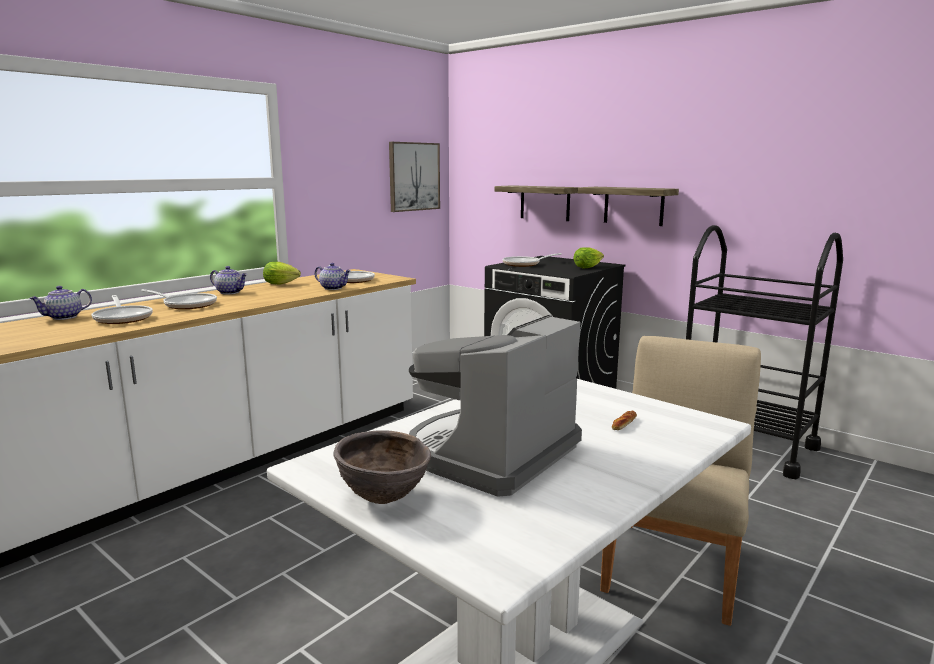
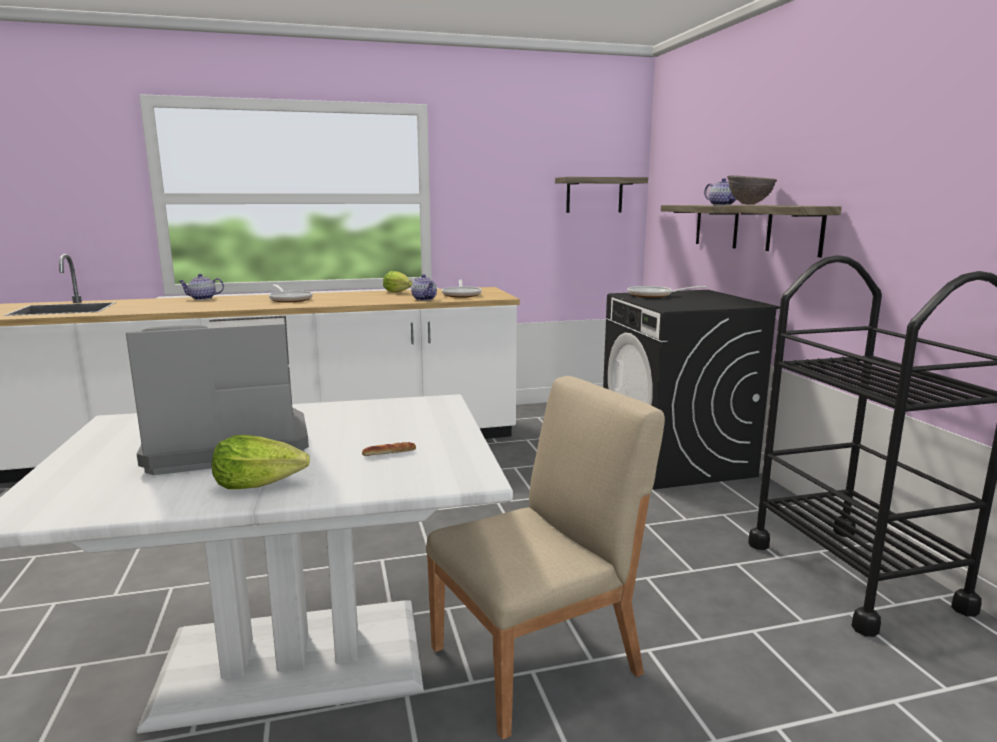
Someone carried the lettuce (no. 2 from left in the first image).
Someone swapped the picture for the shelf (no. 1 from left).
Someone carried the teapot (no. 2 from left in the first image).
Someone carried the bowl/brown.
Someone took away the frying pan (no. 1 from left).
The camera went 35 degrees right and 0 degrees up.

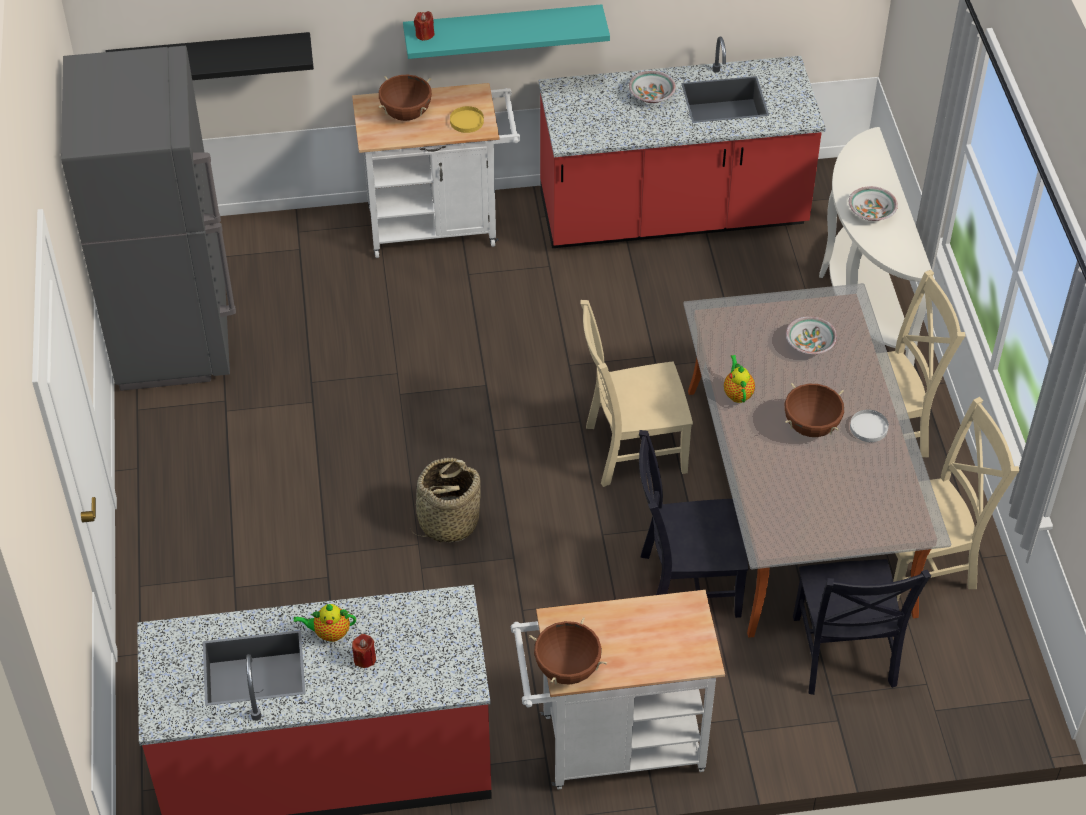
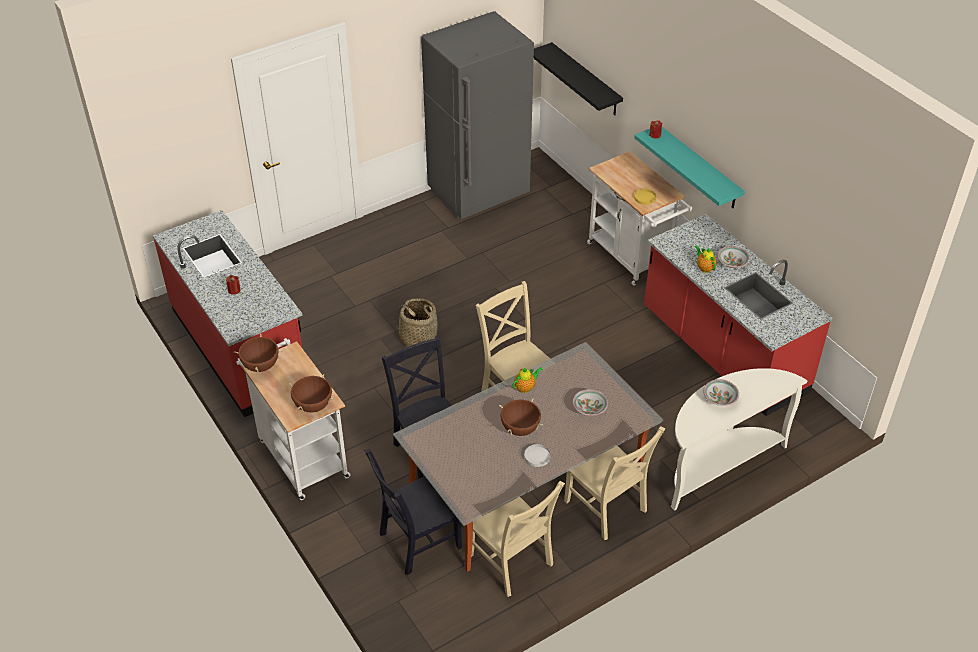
Someone carried the cooking pot/brown (no. 1 from left in the first image).
Someone carried the teapot (no. 1 from left in the first image).
The camera went 65 degrees right and 5 degrees down.

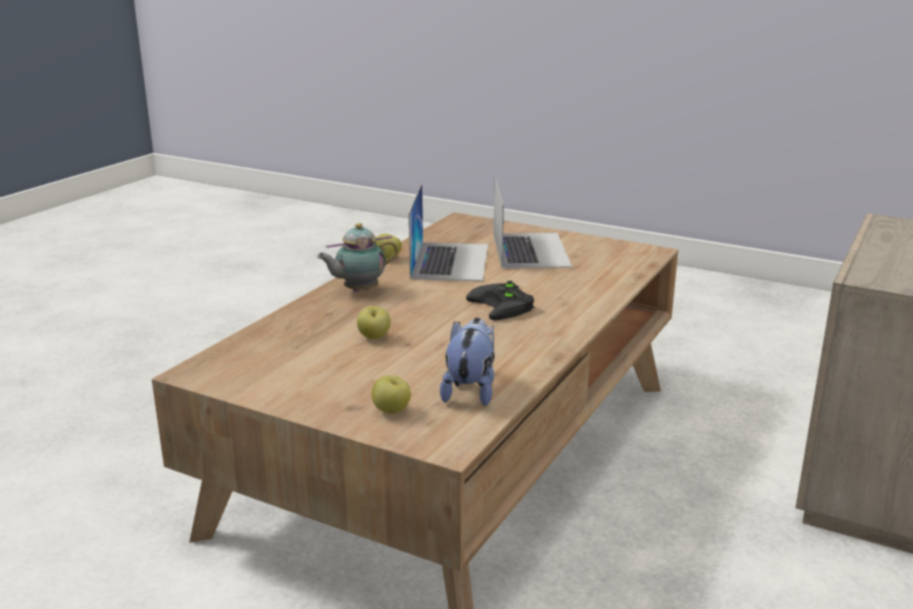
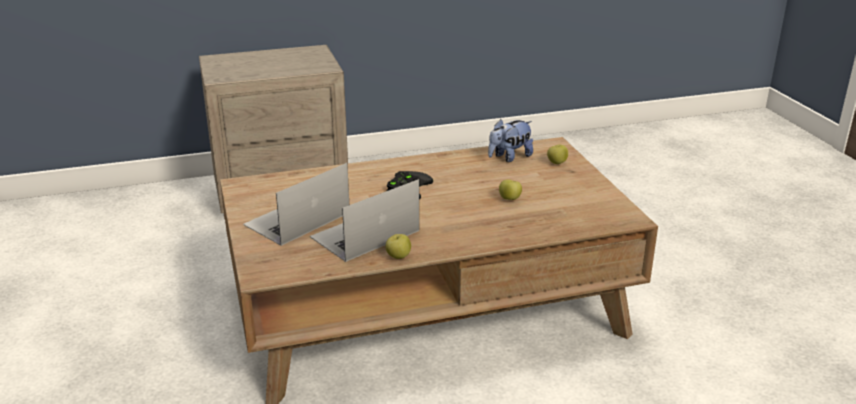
Someone took away the teapot.
The camera went 135 degrees left and 5 degrees up.

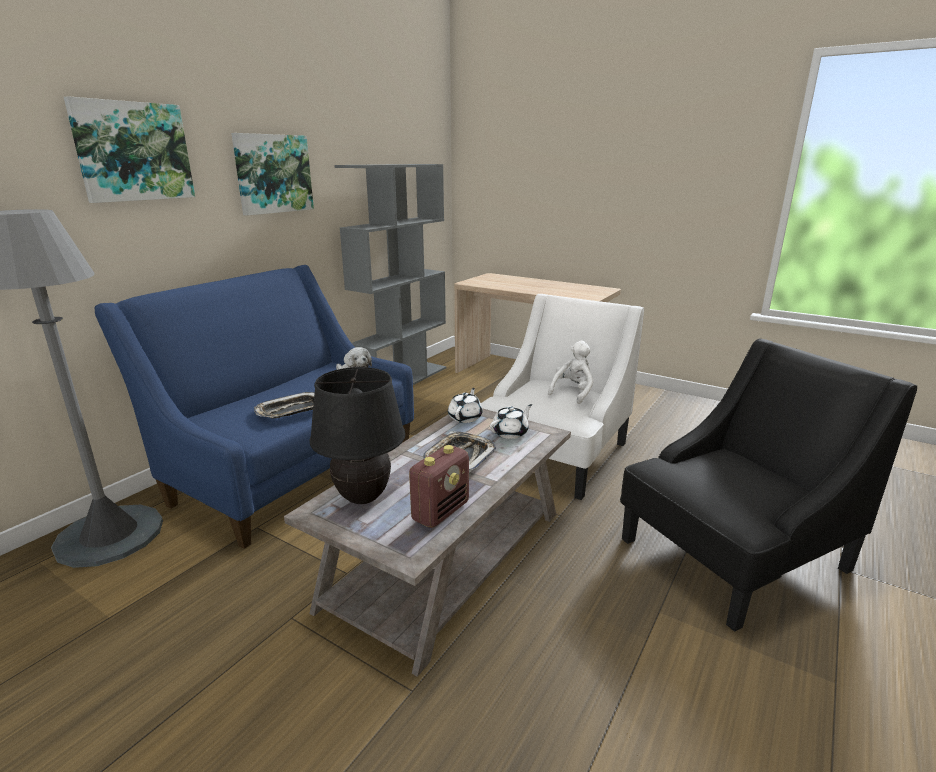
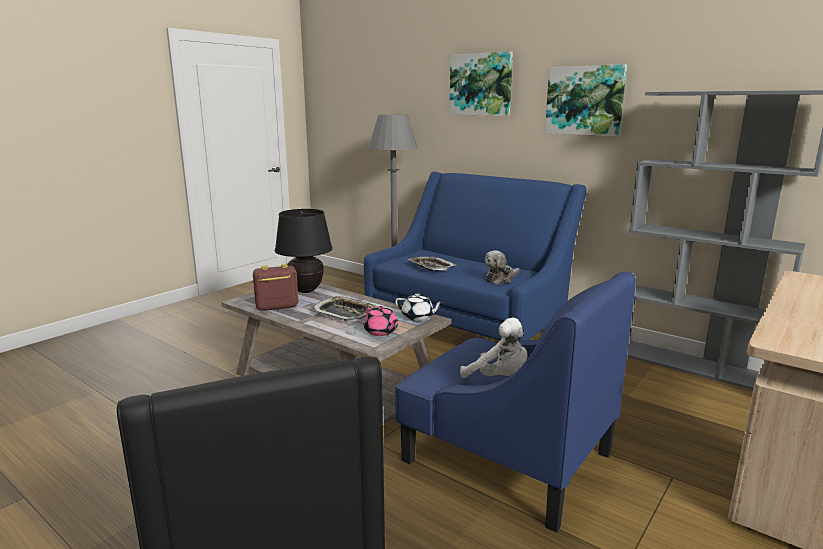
Someone rotated the radio by 120 degrees clockwise.
Someone repainted the teapot/white (no. 2 from left), which became the teapot/pink.
Someone repainted the armchair/white, which became the armchair/blue.
The camera went 95 degrees right and 5 degrees down.

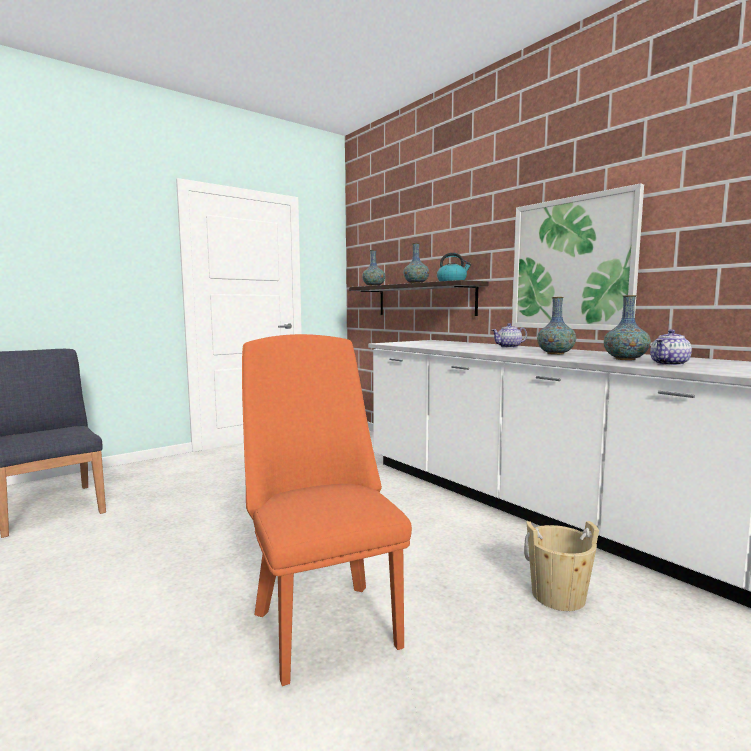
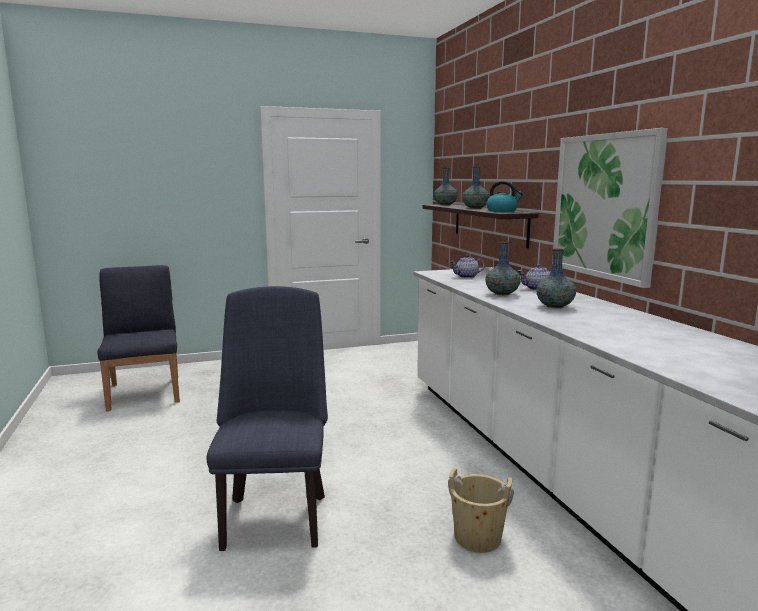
Someone repainted the chair/orange, which became the chair/blue (no. 2 from left).
Someone carried the teapot (no. 2 from left in the first image).
Someone carried the vase (no. 4 from left in the first image).
The camera went 20 degrees right and 5 degrees up.

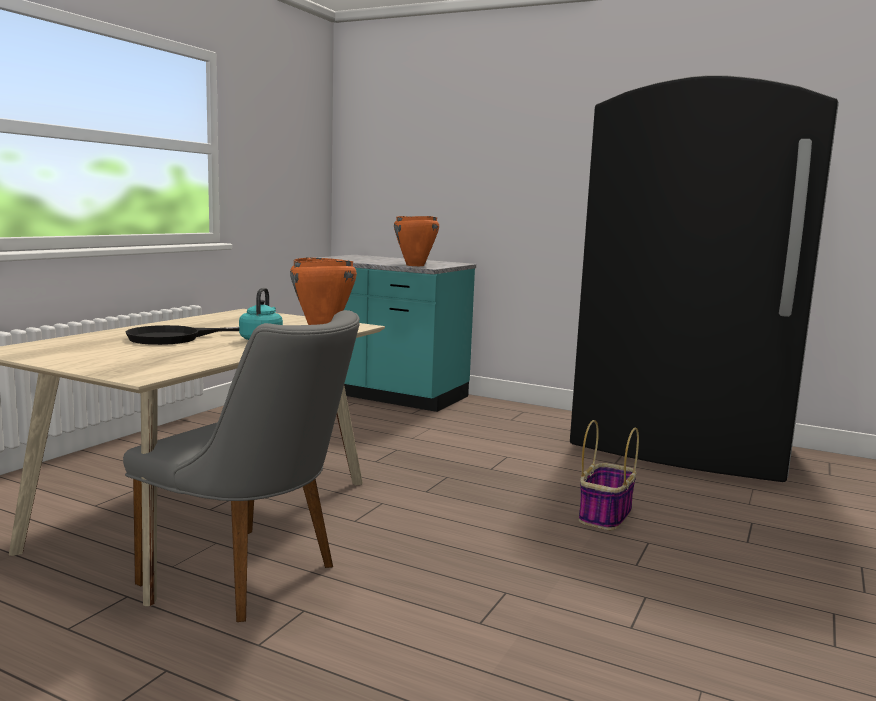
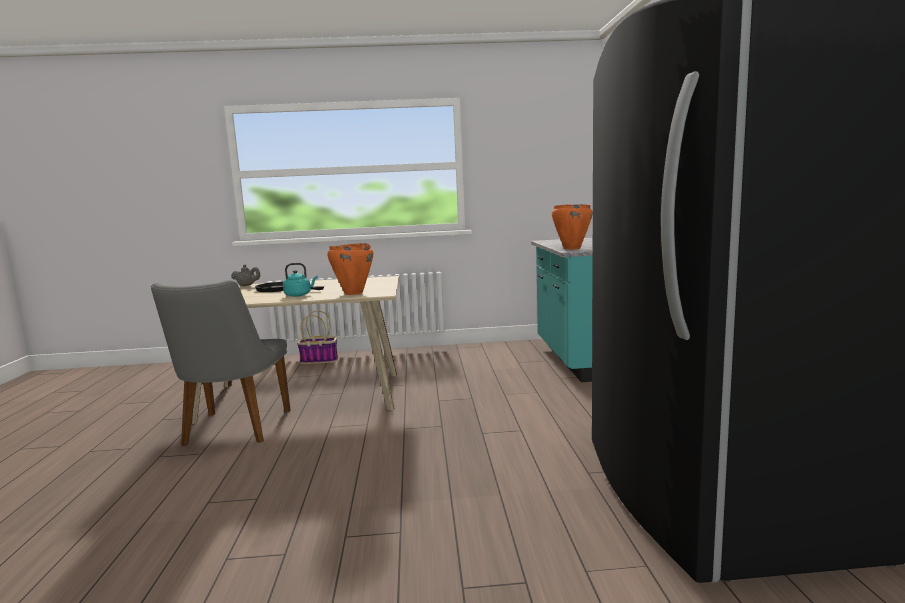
Someone put down the teapot/grey.
Someone carried the basket.
The camera went 60 degrees right and 0 degrees up.

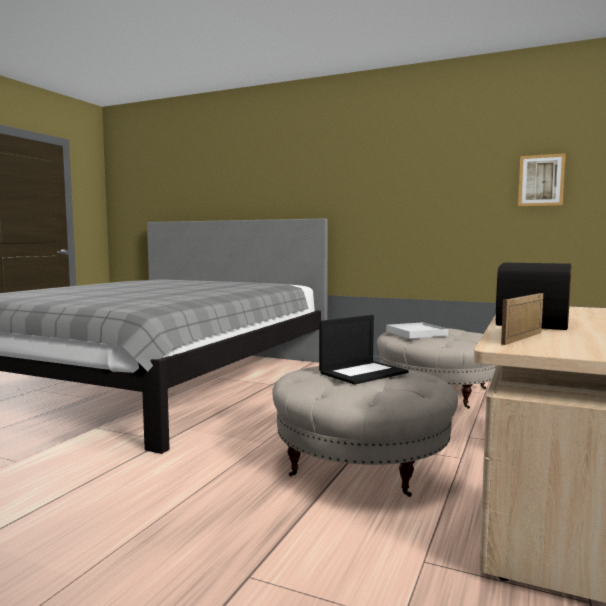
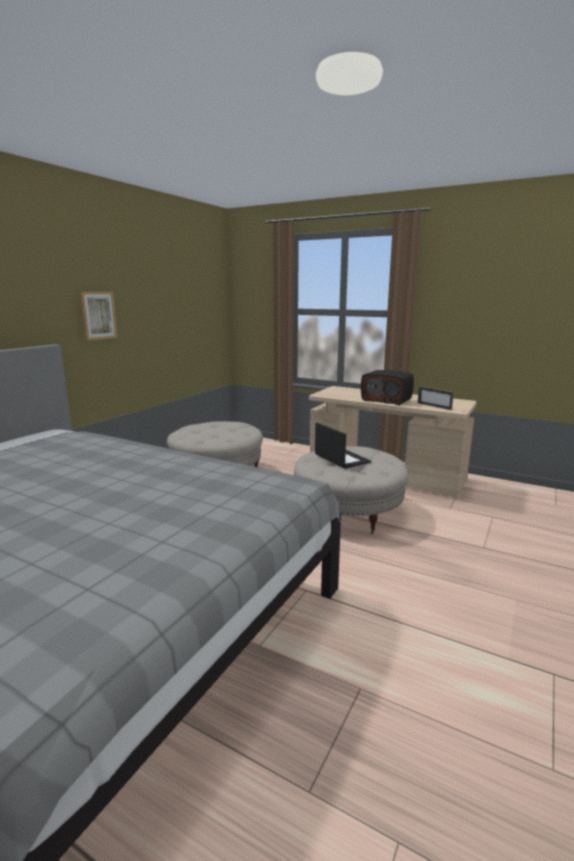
Someone carried the picture.
Someone took away the tray/white.
The camera went 85 degrees left and 10 degrees up.

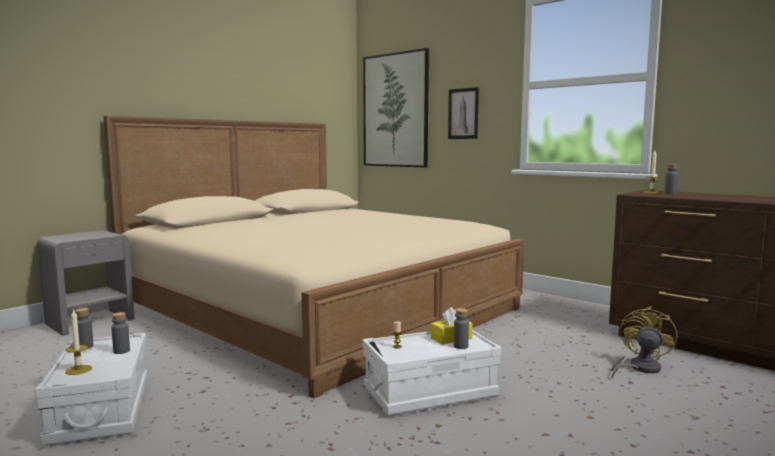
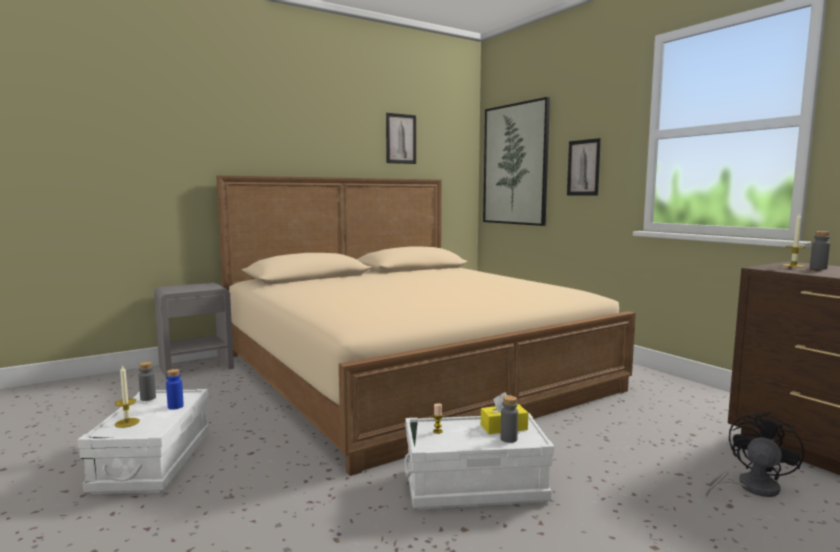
Someone repainted the bottle/grey (no. 2 from left), which became the bottle/blue.
Someone put up the picture (no. 1 from left).
Someone repainted the fan/yellow, which became the fan/black.
The camera went 15 degrees right and 0 degrees up.

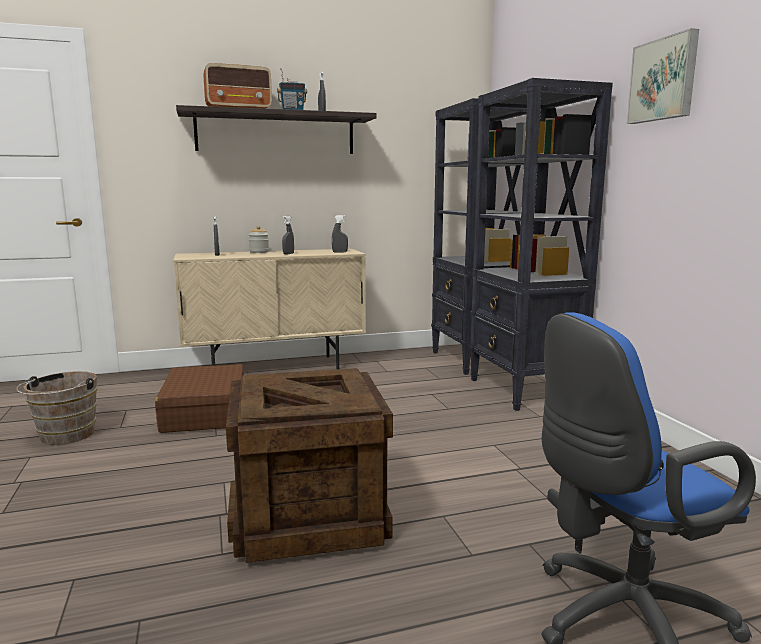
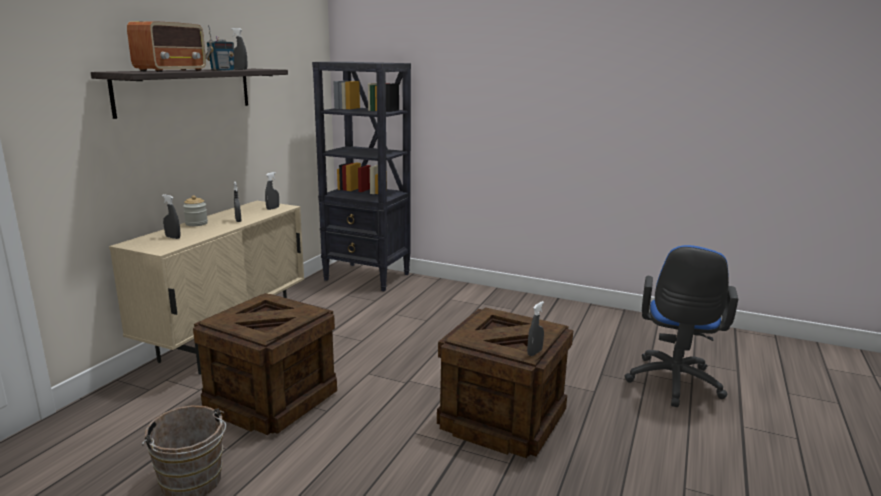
Someone swapped the suitcase/brown for the crate (no. 1 from left).
Someone put down the spray bottle/grey (no. 5 from left).
Someone took away the bookcase/black (no. 2 from left).
Someone took away the picture.
The camera went 50 degrees left and 5 degrees up.

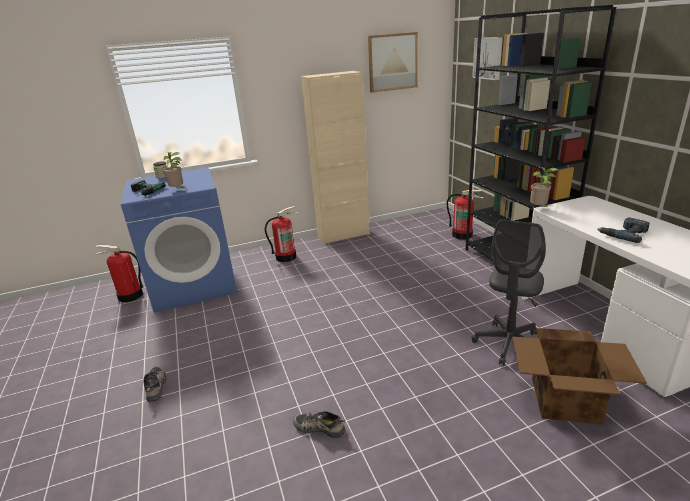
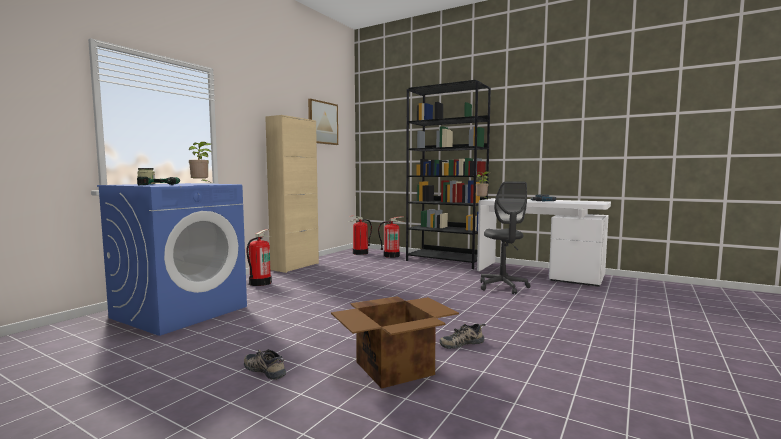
Someone carried the cardboard box.
Someone carried the fire extinguisher (no. 1 from left in the first image).
Someone took away the picture (no. 2 from left).
The camera went 40 degrees left and 20 degrees down.

